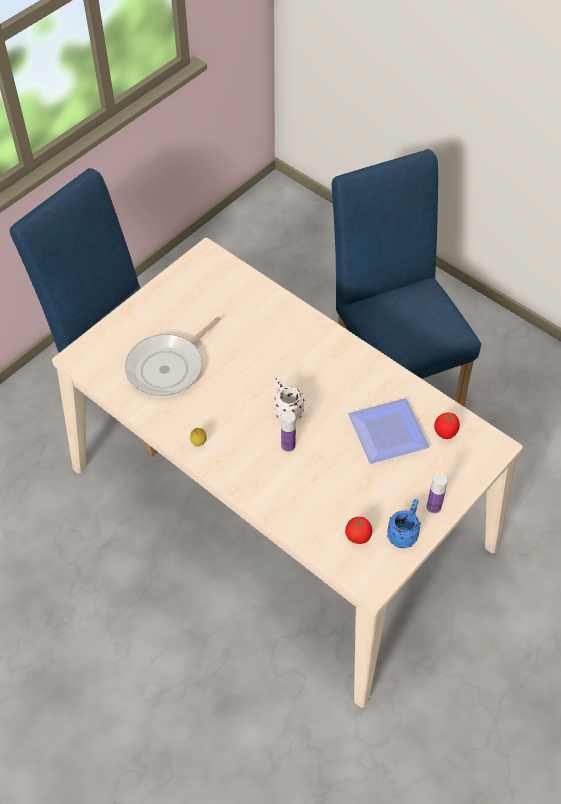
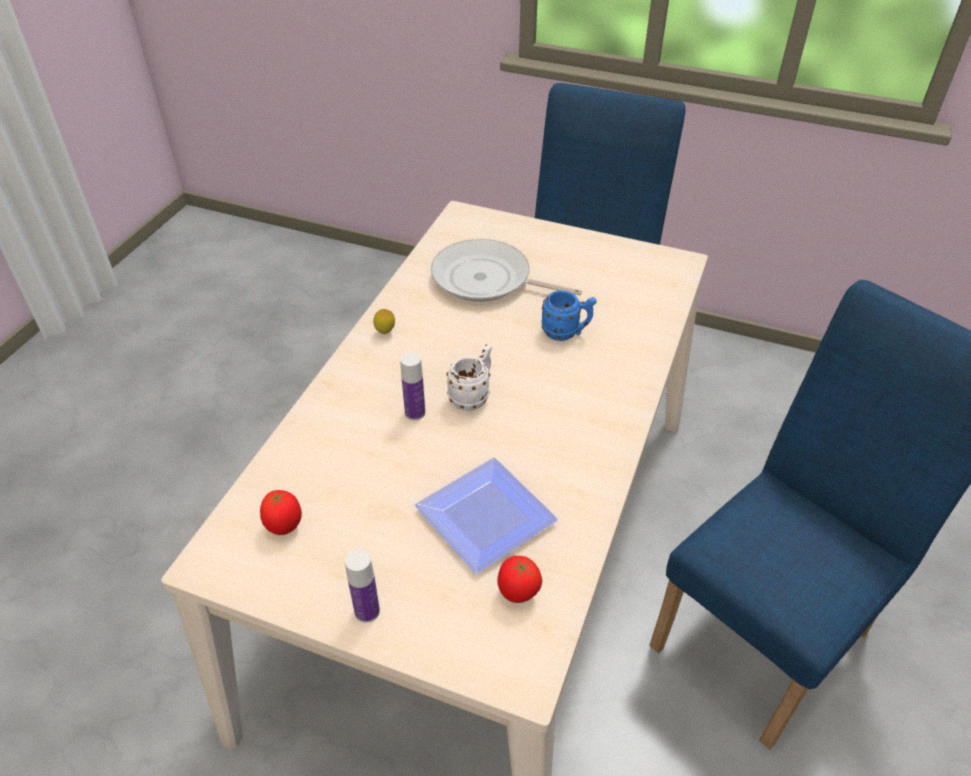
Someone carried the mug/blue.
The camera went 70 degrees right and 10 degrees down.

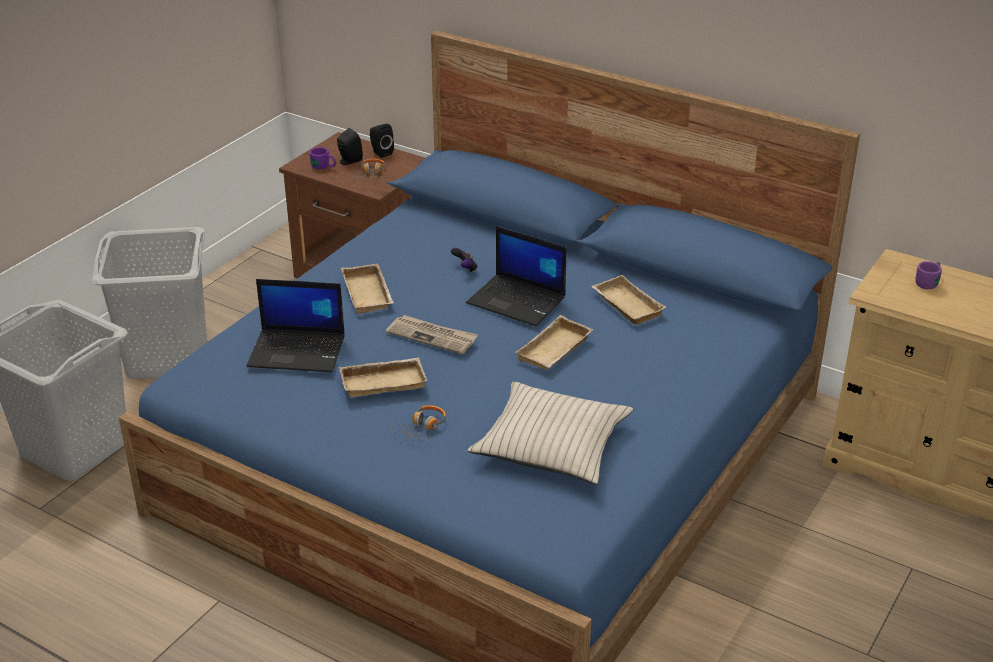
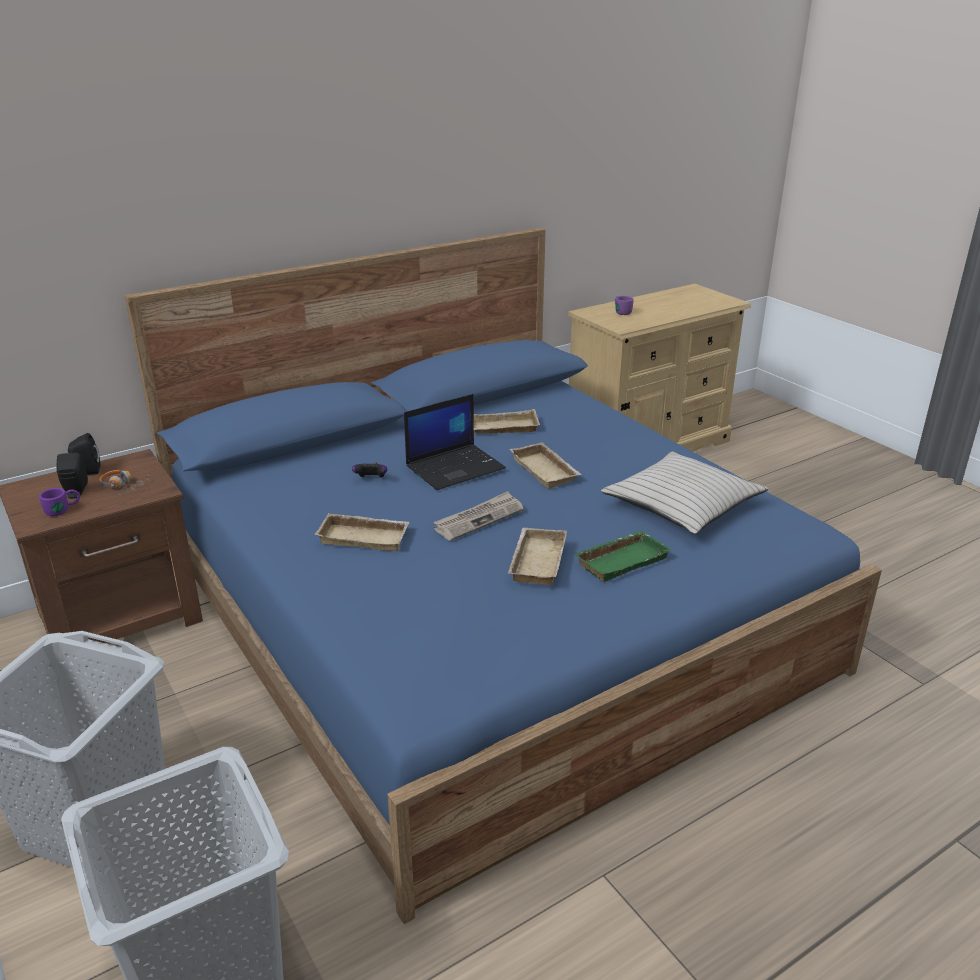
Someone swapped the headphones (no. 2 from left) for the tray/green.
Someone took away the laptop (no. 1 from left).
The camera went 65 degrees left and 5 degrees down.

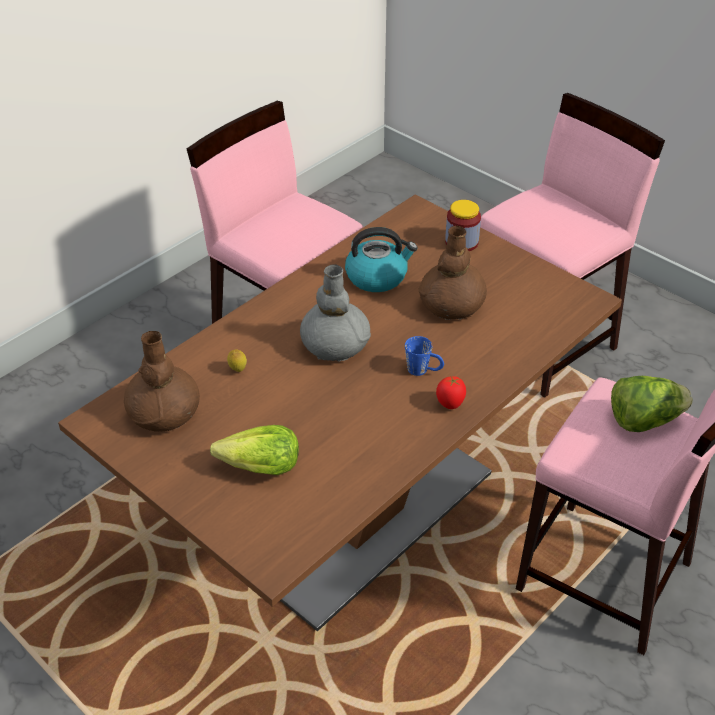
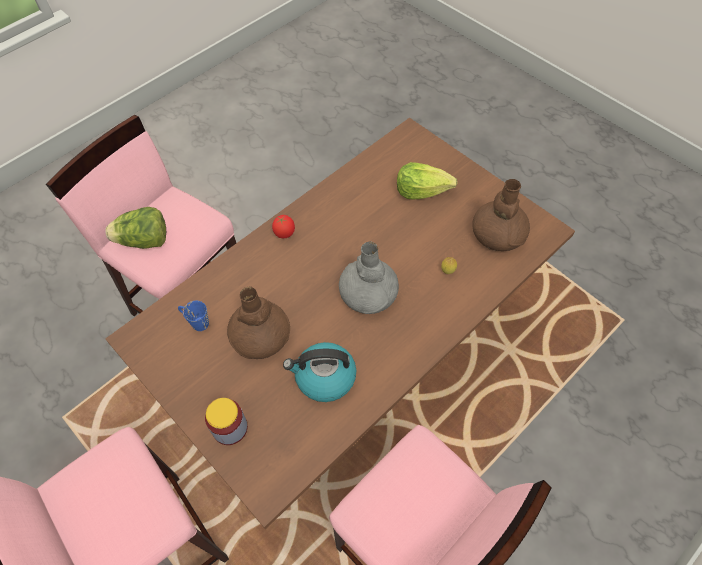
Someone carried the mug/blue.
The camera went 175 degrees left and 15 degrees up.

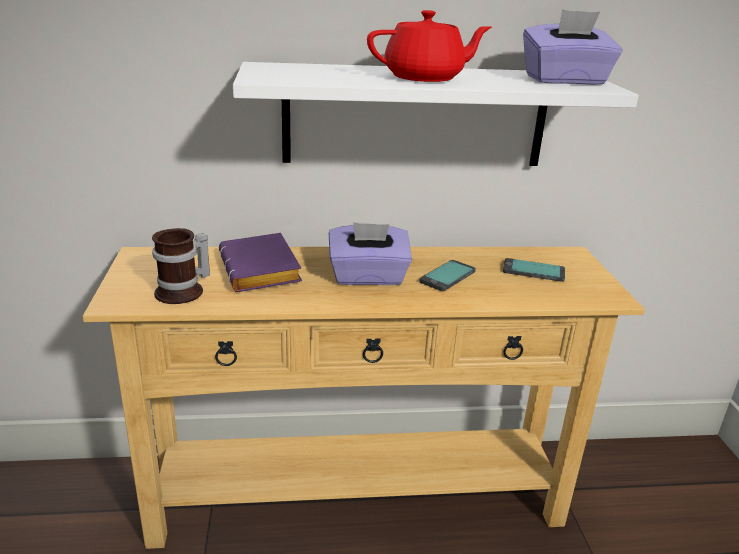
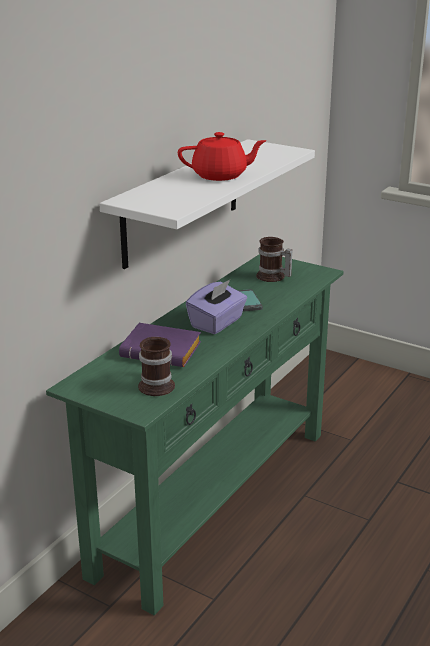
Someone repainted the console table/beige, which became the console table/green.
Someone rotated the teapot/red by 60 degrees clockwise.
Someone swapped the phone (no. 2 from left) for the mug (no. 2 from left).
Someone took away the tissue box/purple (no. 2 from left).
The camera went 50 degrees left and 0 degrees up.

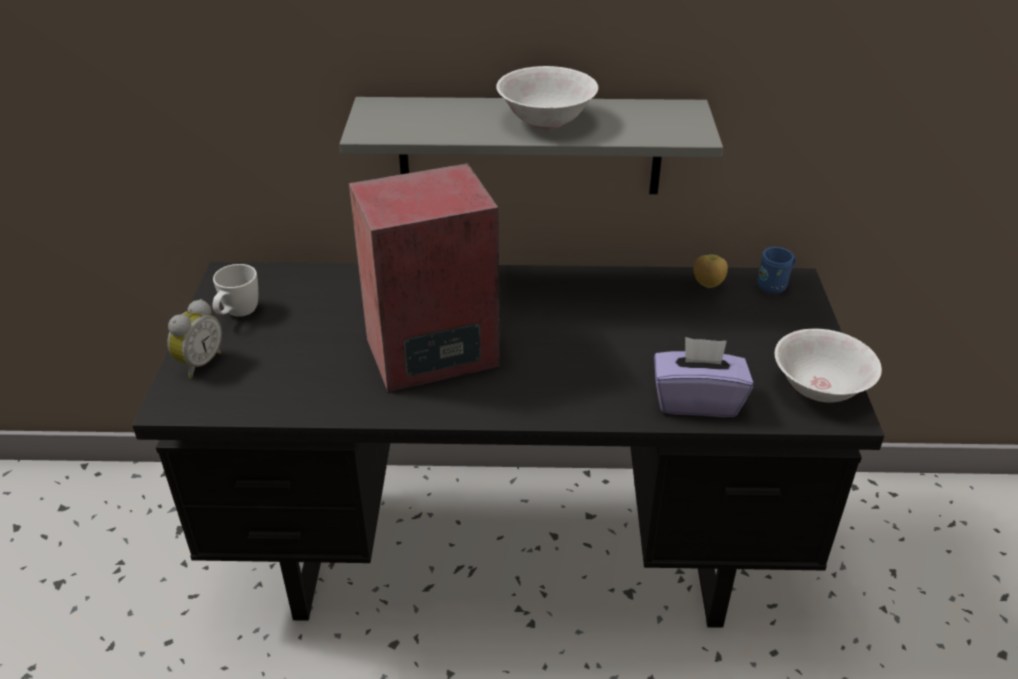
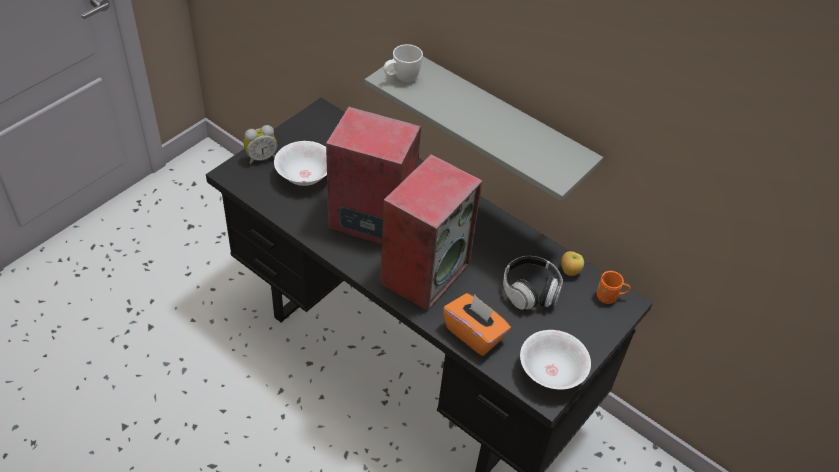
Someone carried the bowl/white (no. 1 from left).
Someone put down the speaker (no. 2 from left).
Someone carried the mug/white.
Someone repainted the tissue box/purple, which became the tissue box/orange.
Someone put down the headphones.
Someone repainted the mug/blue, which became the mug/orange.
The camera went 35 degrees right and 10 degrees up.

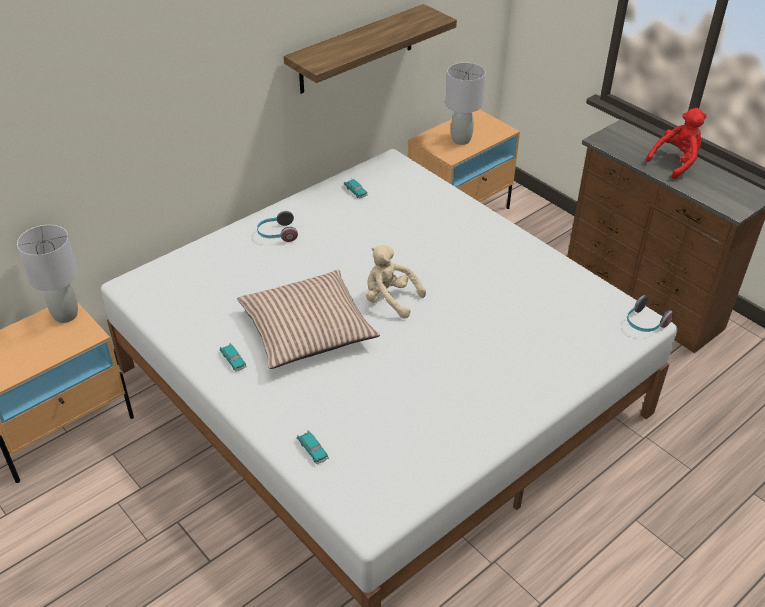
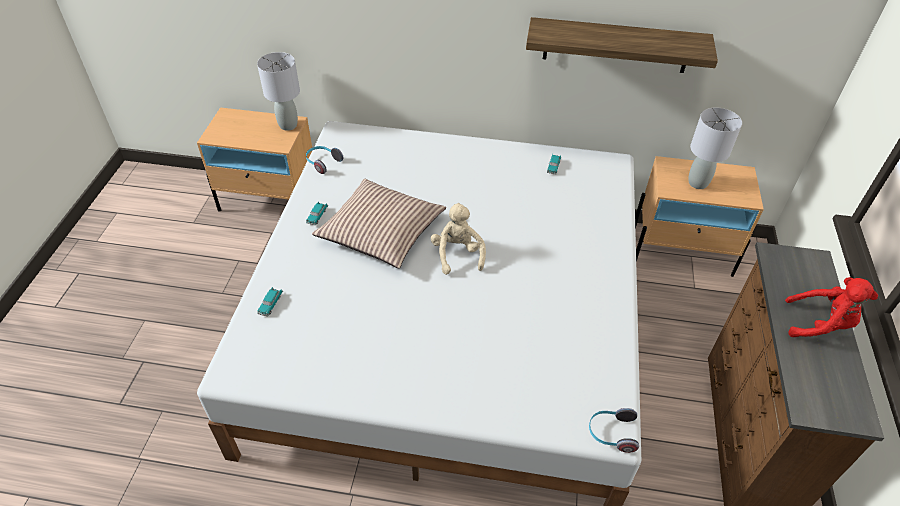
Someone carried the headphones (no. 1 from left).
The camera went 50 degrees right and 5 degrees up.

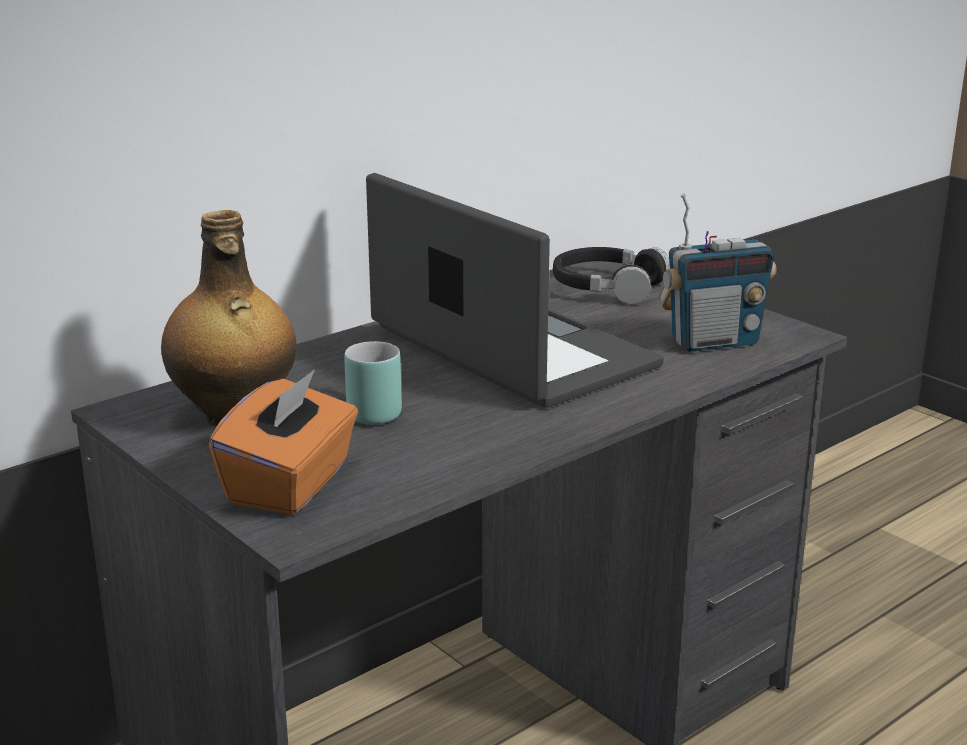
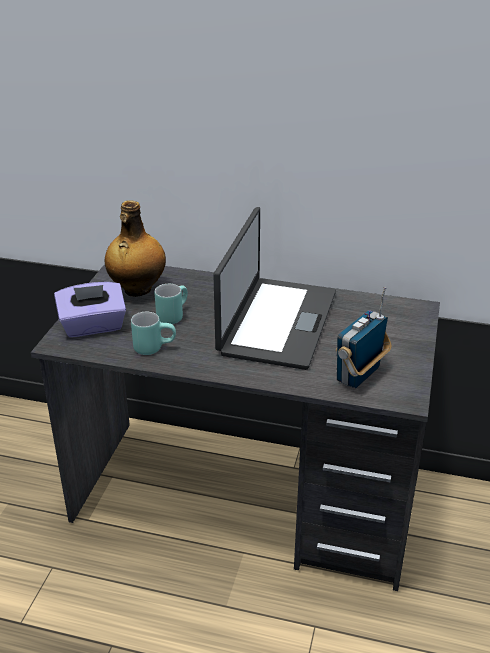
Someone repainted the tissue box/orange, which became the tissue box/purple.
Someone put down the mug/turquoise (no. 1 from left).
Someone rotated the radio by 90 degrees clockwise.
Someone took away the headphones/black.
The camera went 55 degrees right and 10 degrees up.

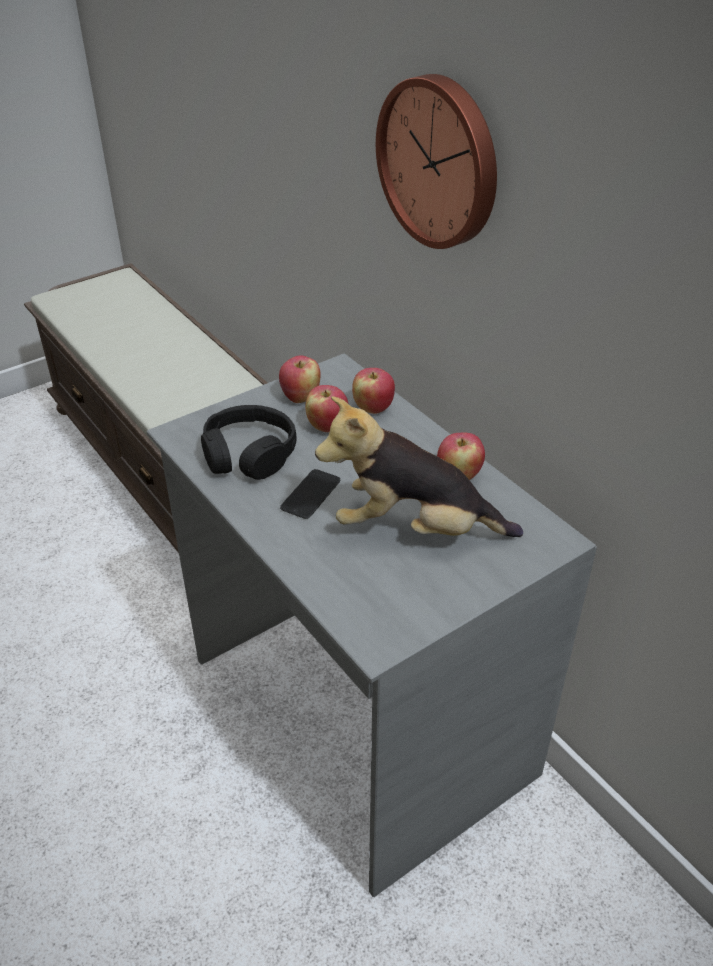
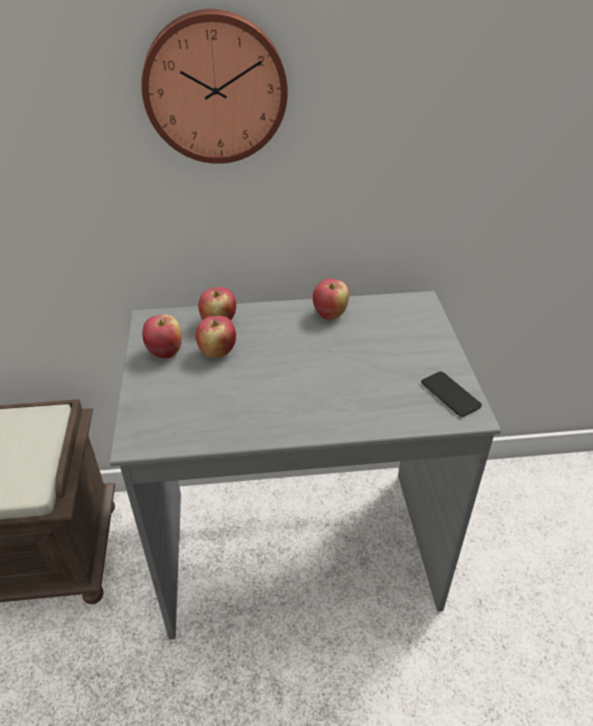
Someone carried the phone.
Someone took away the headphones/black.
Someone took away the plush toy.
The camera went 60 degrees left and 0 degrees up.

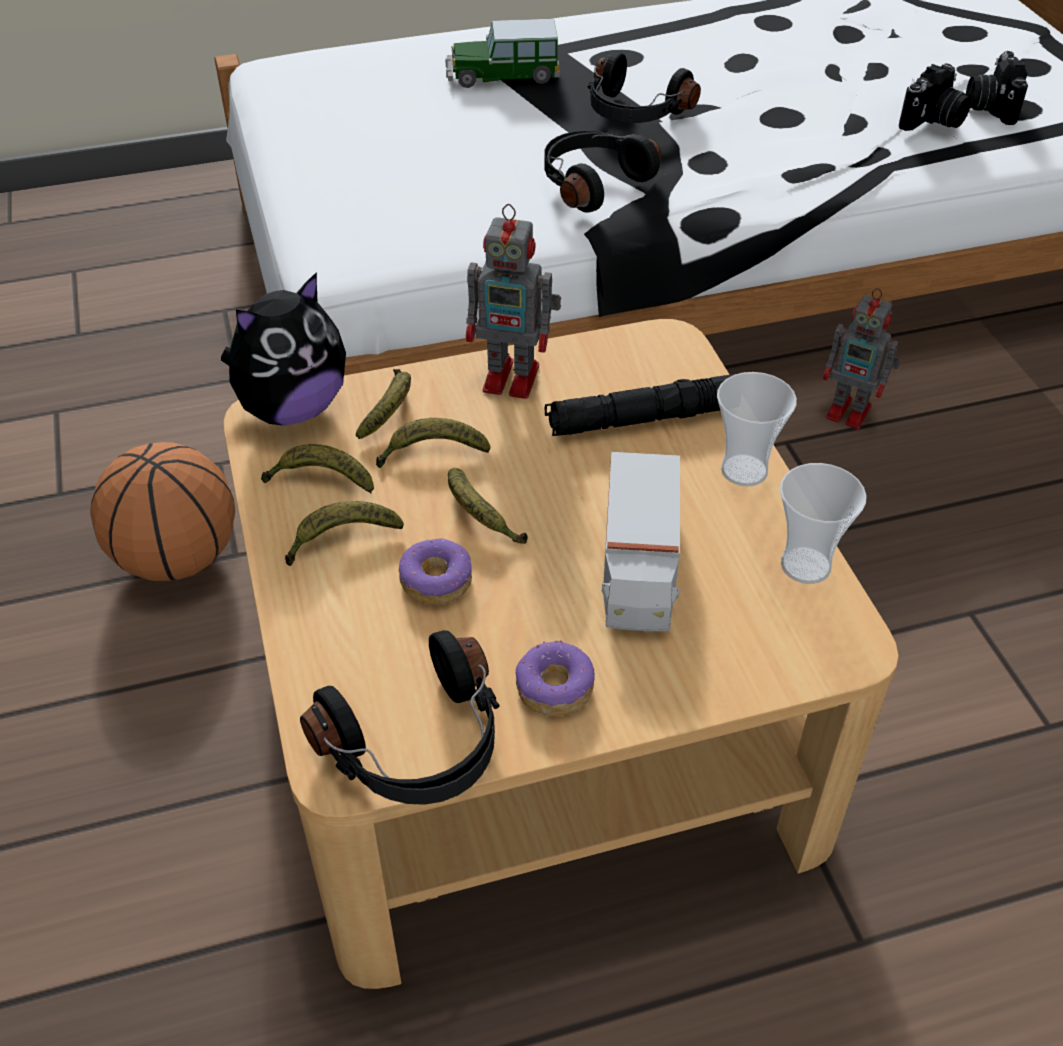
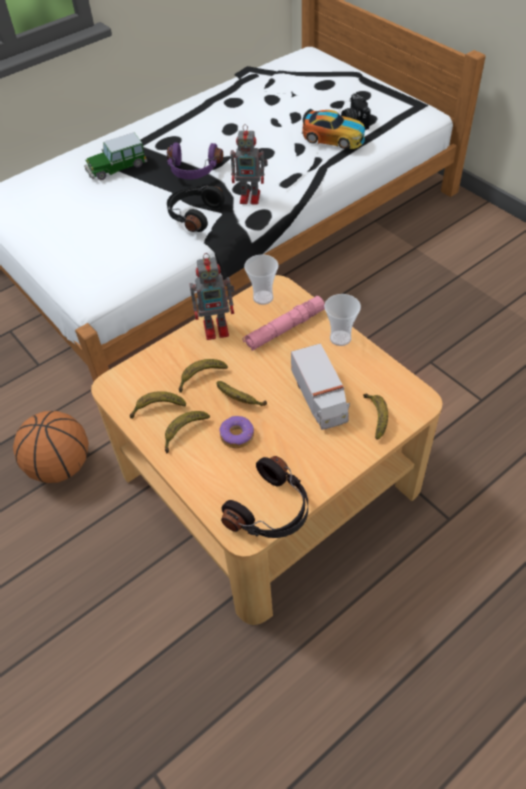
Someone repainted the headphones/black (no. 3 from left), which became the headphones/purple.
Someone carried the toy robot (no. 2 from left).
Someone repainted the flashlight/black, which became the flashlight/pink.
Someone carried the cup (no. 2 from left in the first image).
Someone swapped the photo camera (no. 1 from left) for the toy car (no. 2 from left).
Someone carried the banana (no. 3 from left in the first image).
Someone took away the plush toy.
Someone took away the donut (no. 2 from left).
The camera went 20 degrees left and 5 degrees up.

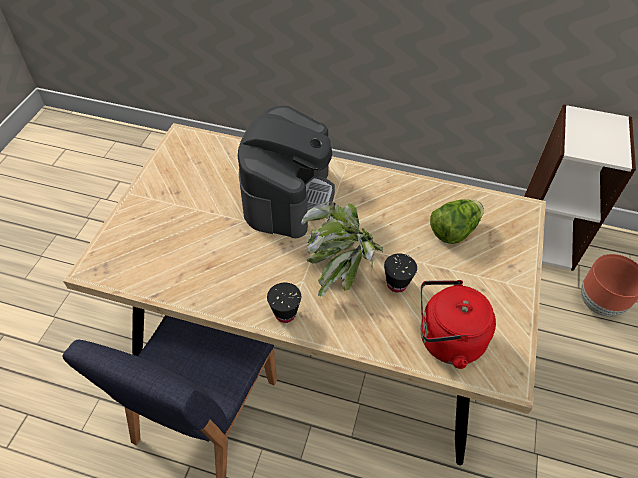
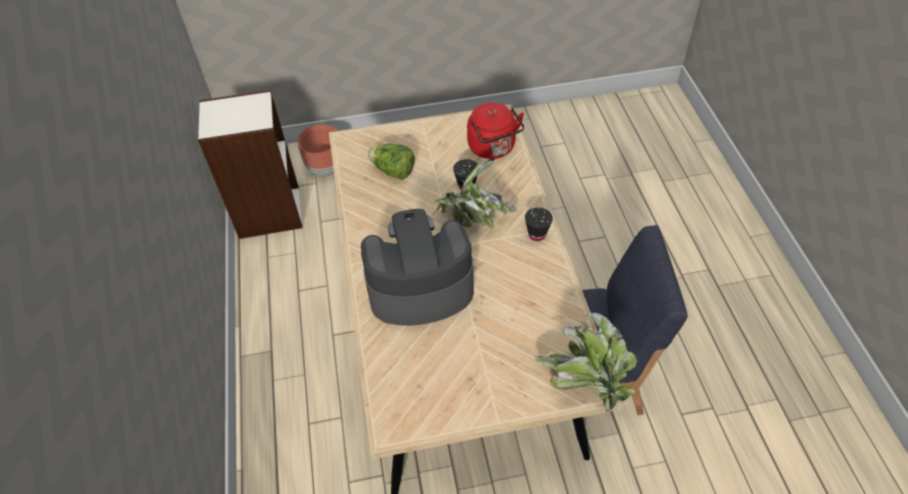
Someone put down the potted plant (no. 2 from left).
The camera went 115 degrees left and 0 degrees up.

